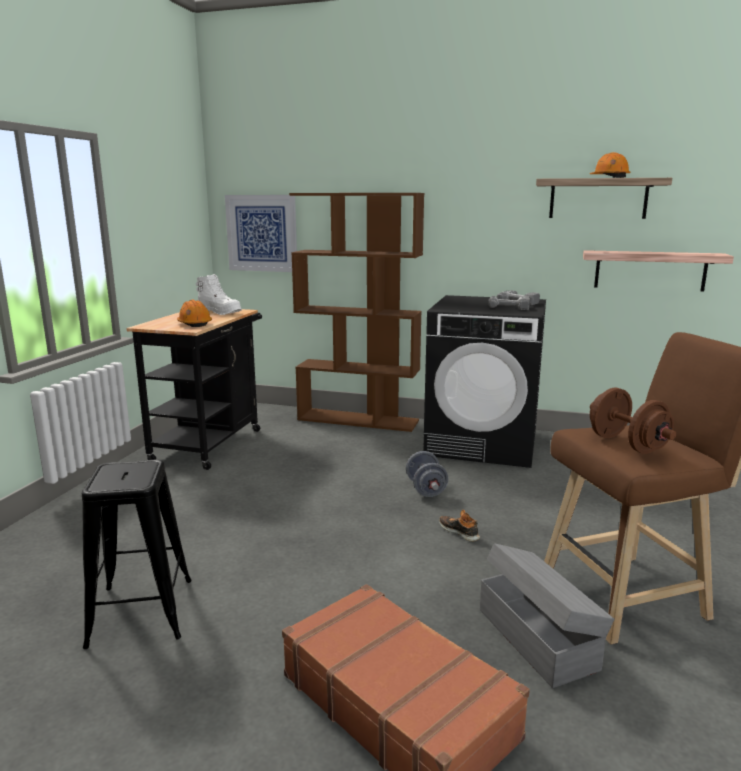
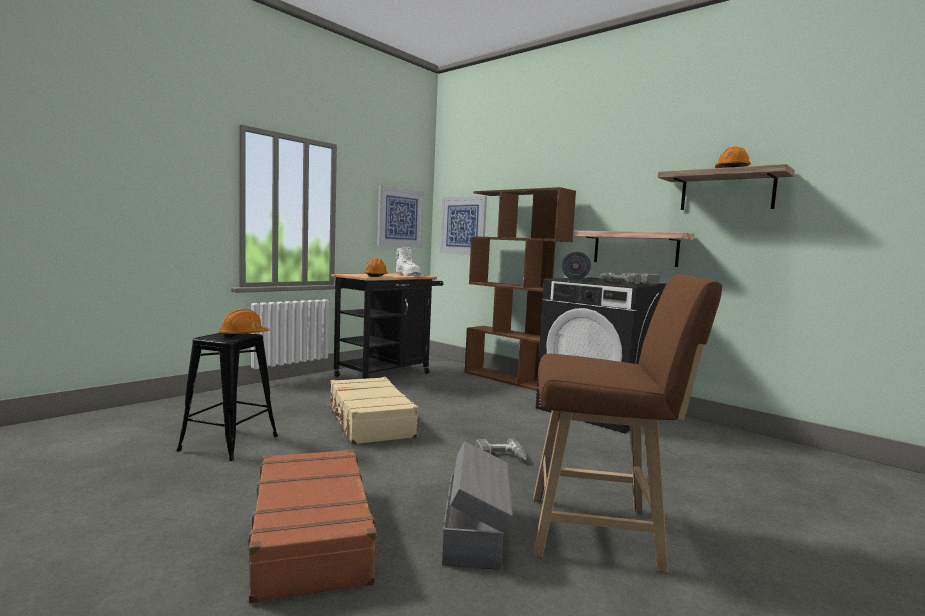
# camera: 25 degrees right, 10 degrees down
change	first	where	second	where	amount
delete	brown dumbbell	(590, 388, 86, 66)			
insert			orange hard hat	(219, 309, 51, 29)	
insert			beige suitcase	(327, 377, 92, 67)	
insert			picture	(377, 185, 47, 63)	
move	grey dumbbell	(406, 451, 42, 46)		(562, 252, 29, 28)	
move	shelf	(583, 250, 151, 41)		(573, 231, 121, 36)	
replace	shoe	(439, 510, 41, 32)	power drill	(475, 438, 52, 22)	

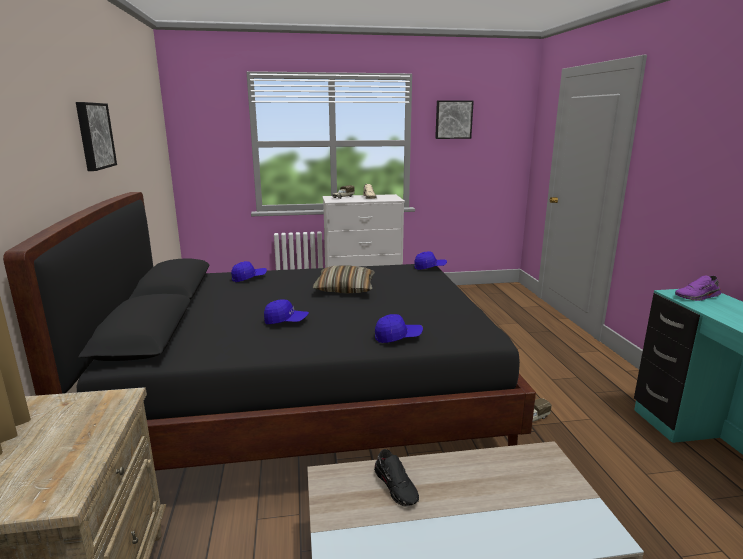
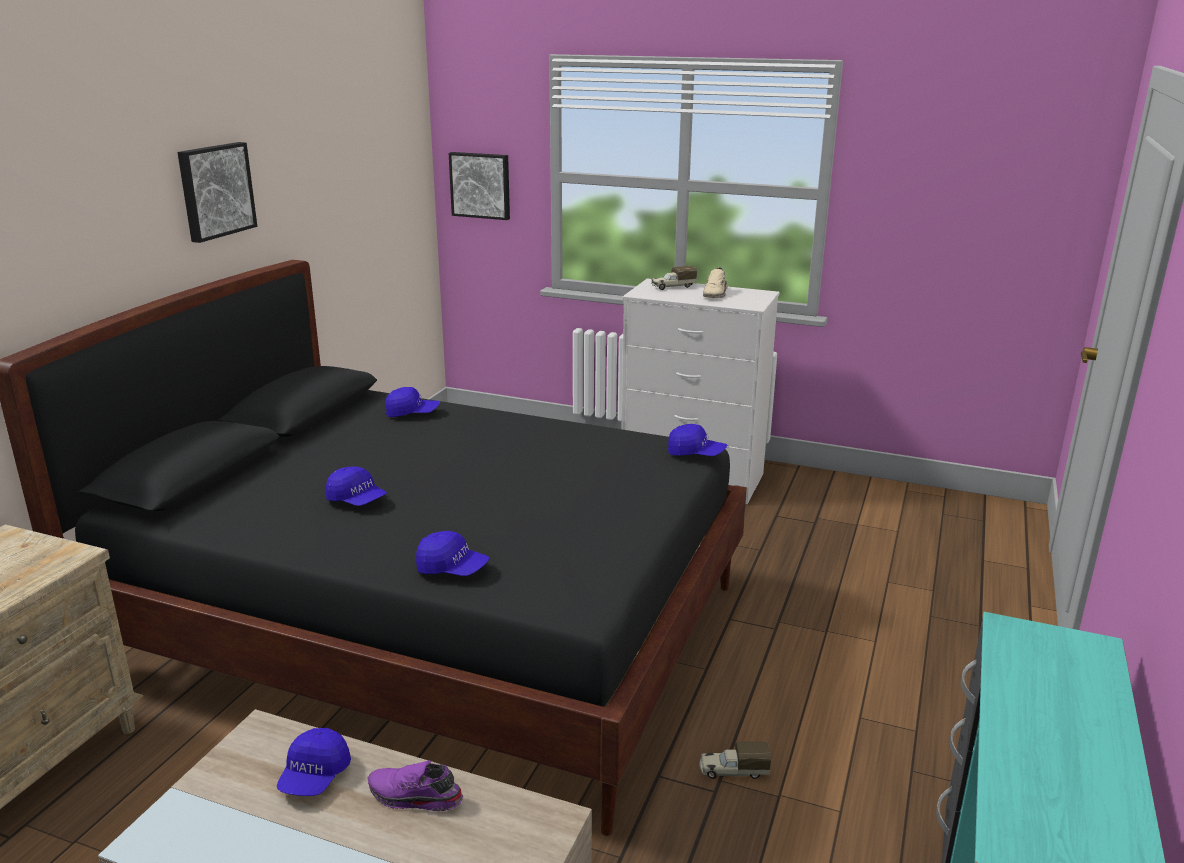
# camera: 30 degrees right, 5 degrees up
change	first	where	second	where	amount
delete	pillow	(313, 266, 62, 28)			
move	picture	(435, 100, 39, 39)		(449, 152, 61, 68)	
move	purple shoe	(675, 275, 46, 26)		(368, 760, 95, 51)	
replace	black shoe	(374, 449, 45, 57)	blue cap	(277, 728, 74, 68)	

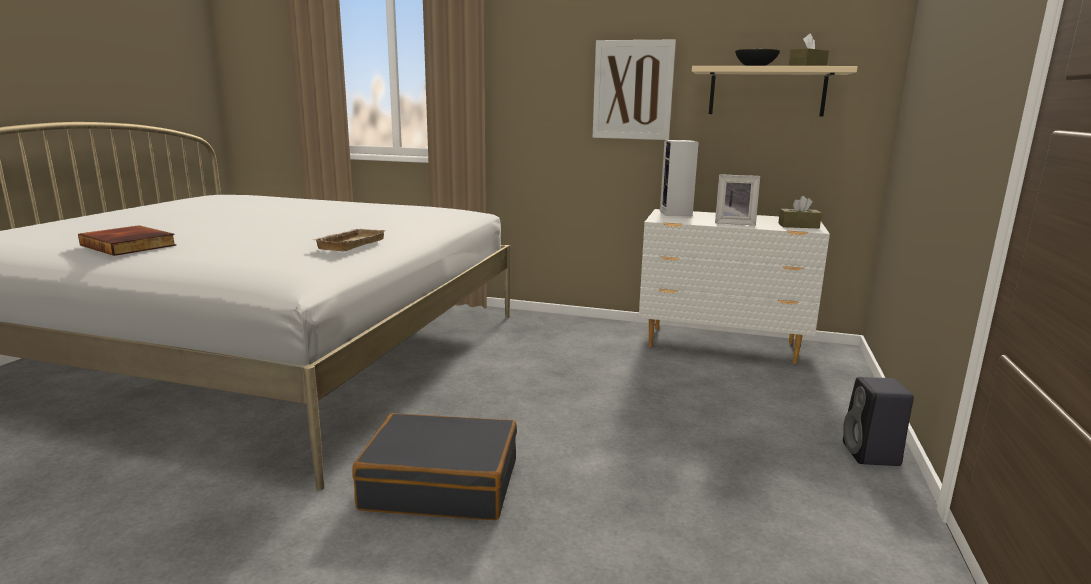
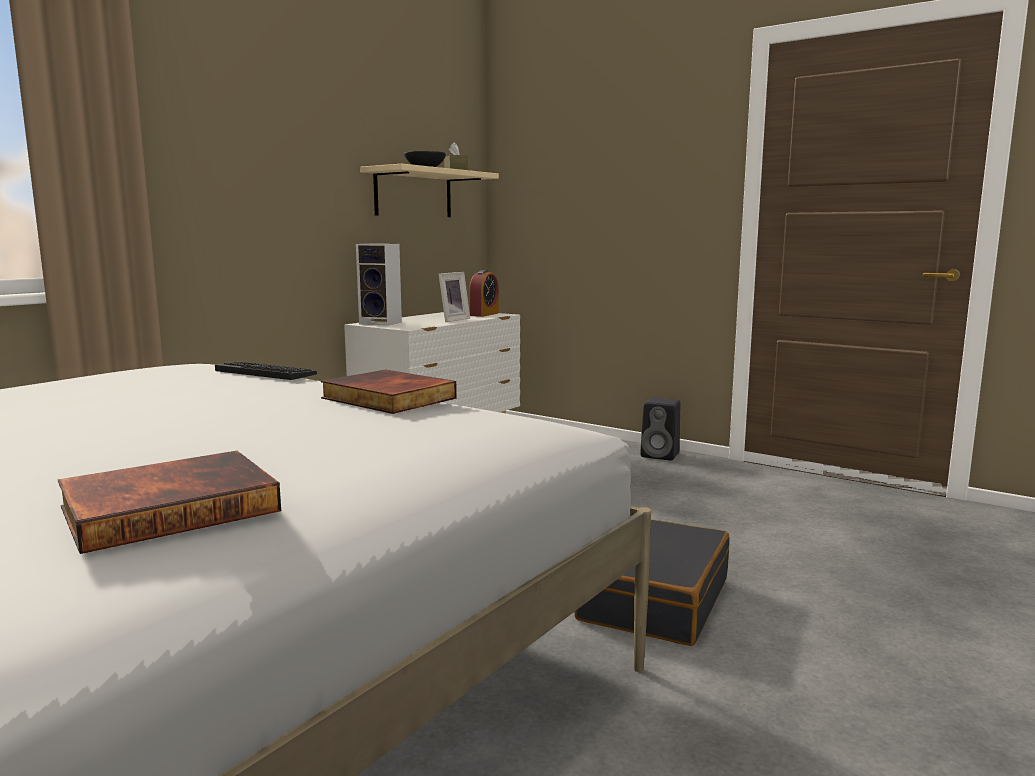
# camera: 70 degrees left, 5 degrees down
change	first	where	second	where	amount
delete	picture	(593, 40, 83, 100)			
insert			keyboard	(215, 362, 102, 18)	
replace	beige tray	(314, 229, 72, 22)	book	(321, 369, 136, 45)	
replace	brown tissue box	(778, 196, 44, 32)	alarm clock	(469, 270, 30, 47)	

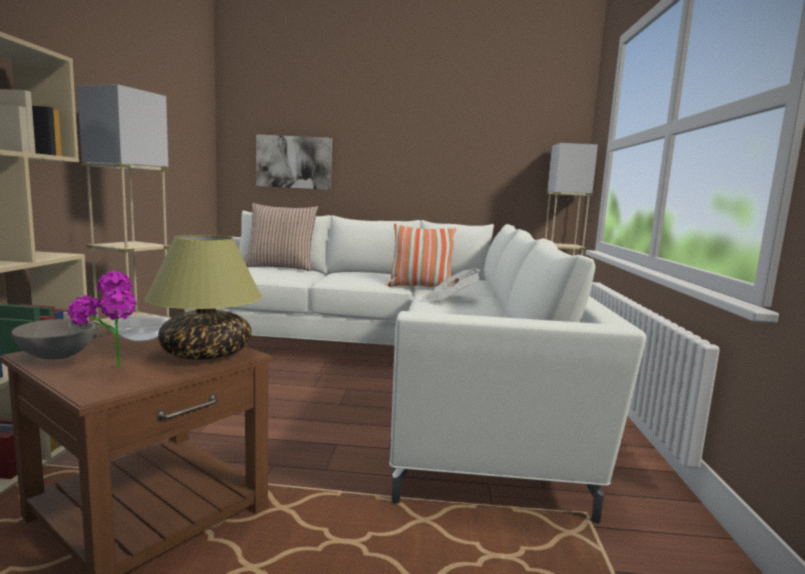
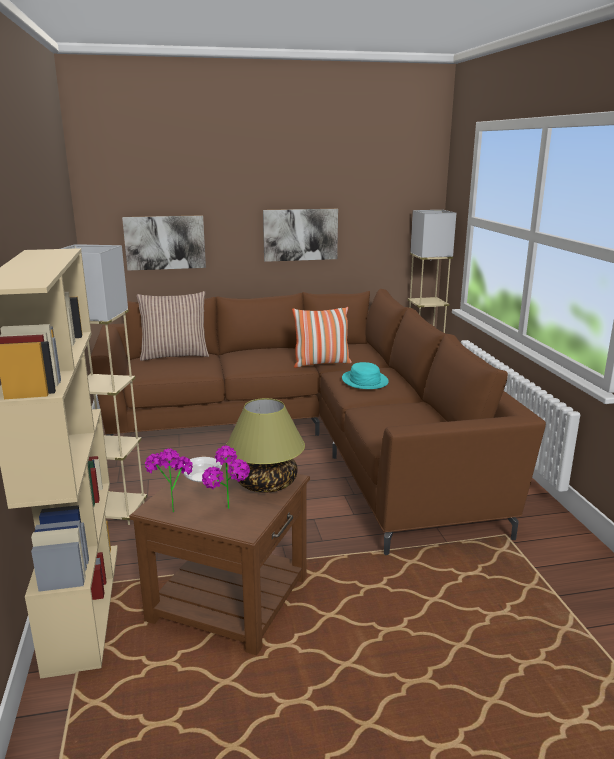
# camera: 15 degrees left, 10 degrees up
change	first	where	second	where	amount
insert			picture	(263, 209, 75, 53)	
replace	grey bowl	(12, 319, 84, 41)	potted plant	(145, 449, 48, 63)	
replace	newspaper	(422, 268, 59, 33)	turquoise hat	(342, 362, 47, 27)	
recolor	white sofa	(184, 211, 462, 313)	brown sofa	(91, 289, 455, 266)	

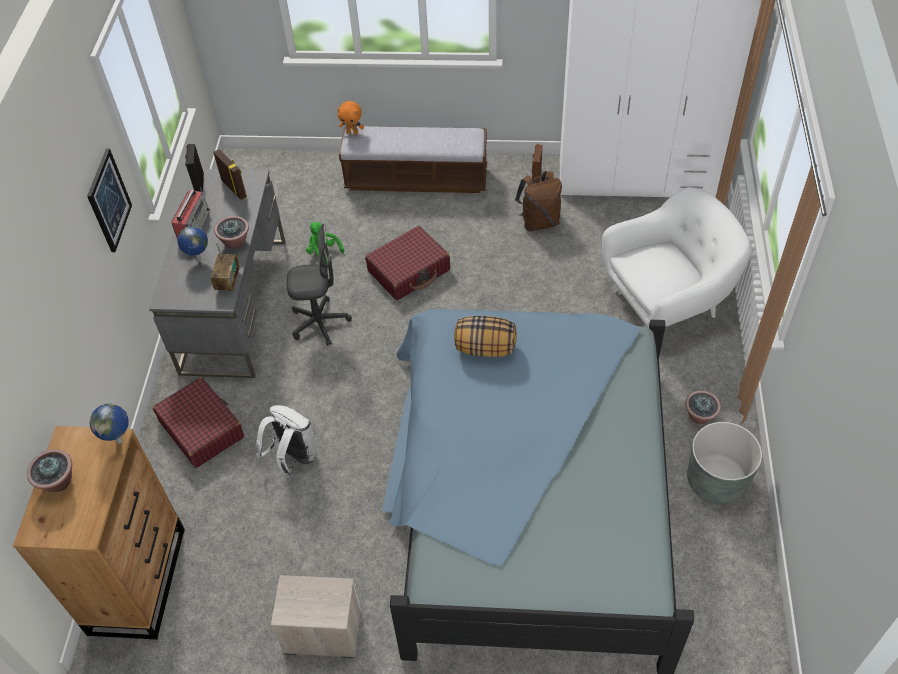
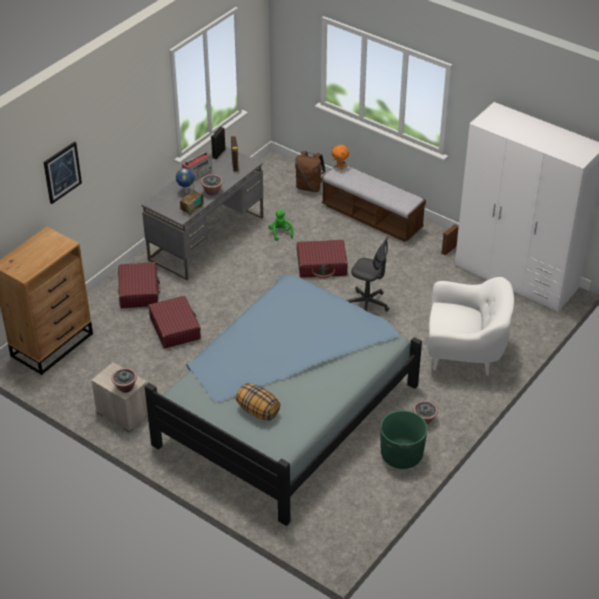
# camera: 30 degrees right, 10 degrees down
change	first	where	second	where	amount
delete	globe	(90, 404, 39, 40)			
move	potted plant	(27, 449, 45, 43)		(111, 368, 26, 25)	
move	picture	(87, 149, 45, 103)		(43, 141, 39, 63)	
move	grey office chair	(287, 223, 65, 123)		(347, 234, 43, 78)	
move	pillow	(454, 316, 63, 41)		(236, 383, 44, 38)	
move	brown backpack	(515, 171, 47, 61)		(295, 151, 30, 41)	
replace	white backpack	(256, 405, 61, 72)	red suitcase	(148, 296, 53, 52)	
recolor	grey planter	(687, 422, 75, 83)	green planter	(380, 410, 47, 59)	

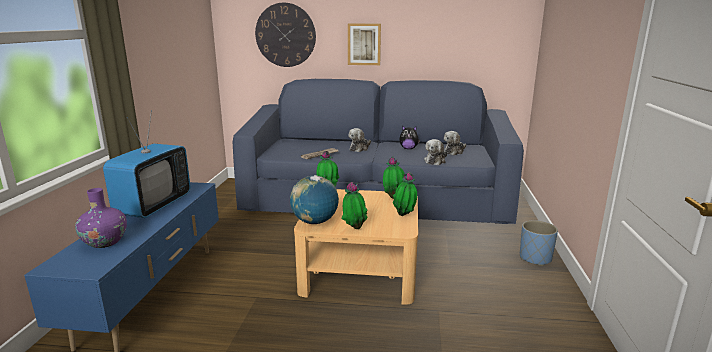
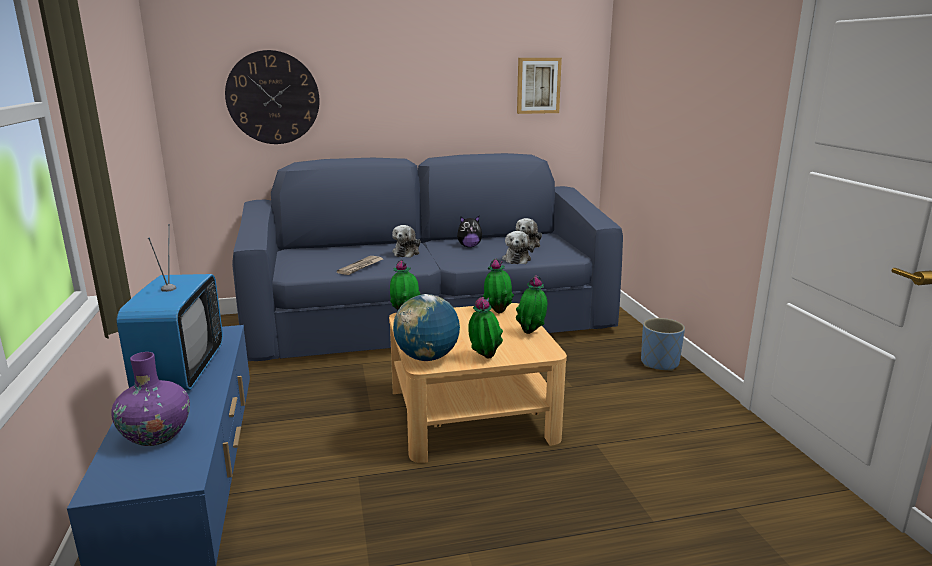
# camera: 20 degrees left, 0 degrees up
change	first	where	second	where	amount
move	picture	(348, 24, 33, 41)		(517, 58, 45, 56)	

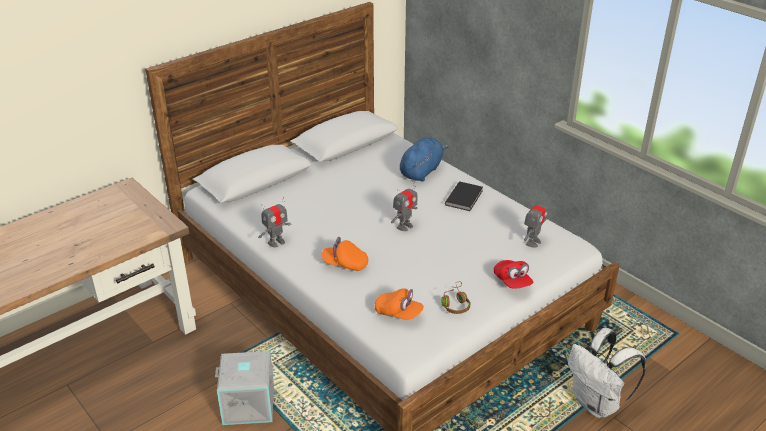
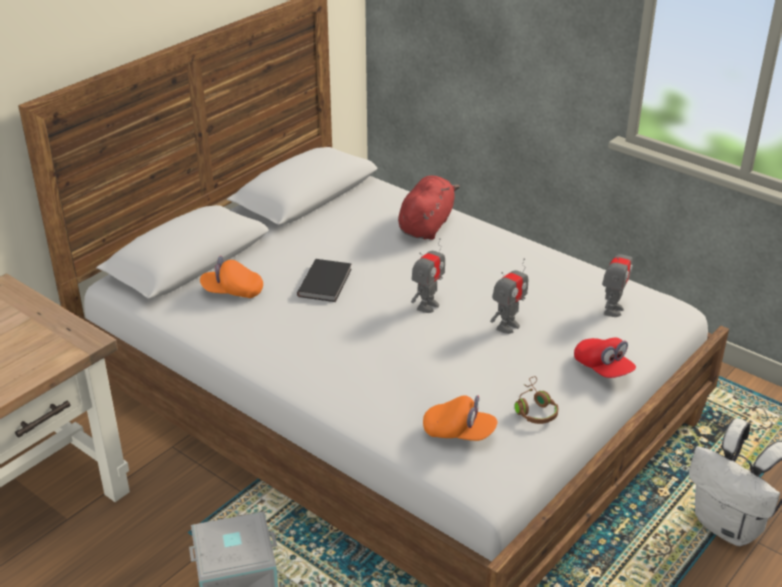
# camera: 10 degrees left, 0 degrees up
change	first	where	second	where	amount
move	toy robot	(258, 197, 33, 50)		(490, 258, 38, 76)	
move	orange cap	(322, 237, 46, 34)		(200, 256, 63, 42)	
move	black book	(445, 181, 38, 30)		(297, 259, 55, 43)	
recolor	blue plush toy	(400, 137, 49, 44)	red plush toy	(398, 175, 62, 65)	

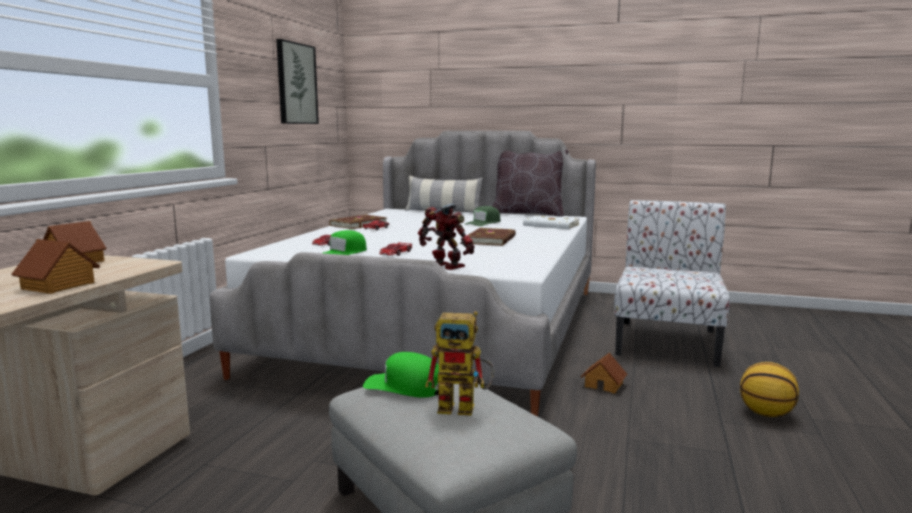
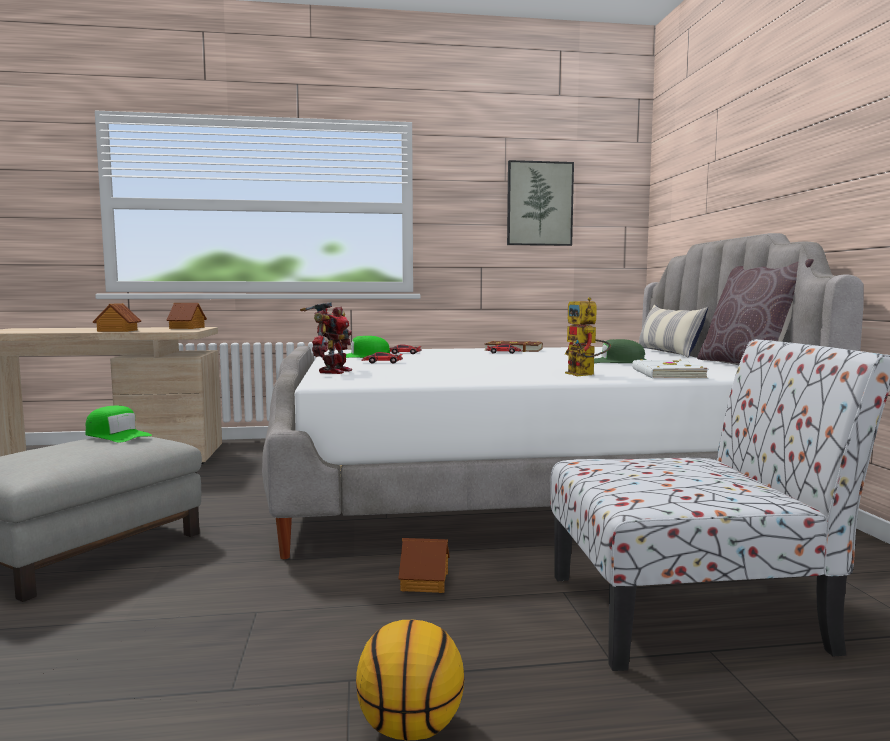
# camera: 65 degrees right, 5 degrees down
change	first	where	second	where	amount
delete	brown book	(467, 228, 49, 18)			
move	toy robot	(425, 311, 69, 105)		(565, 297, 46, 79)	
rotate	green cap	(363, 352, 76, 45)		(85, 405, 67, 38)	120 degrees clockwise

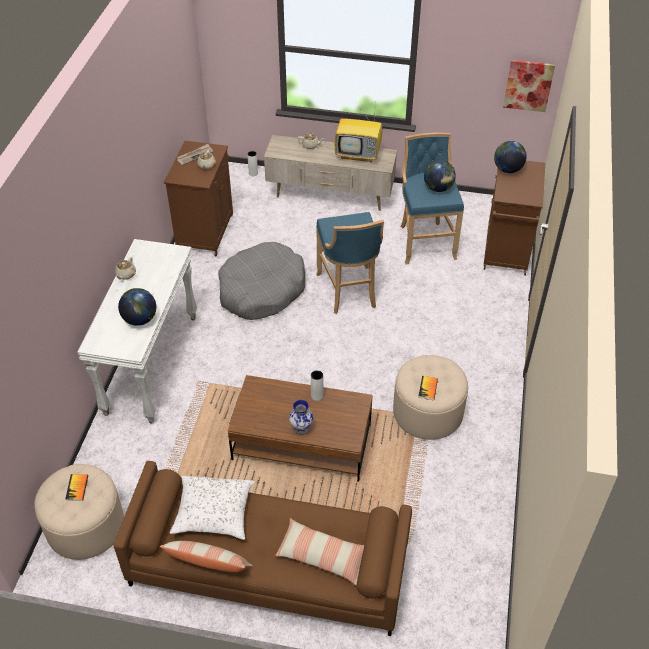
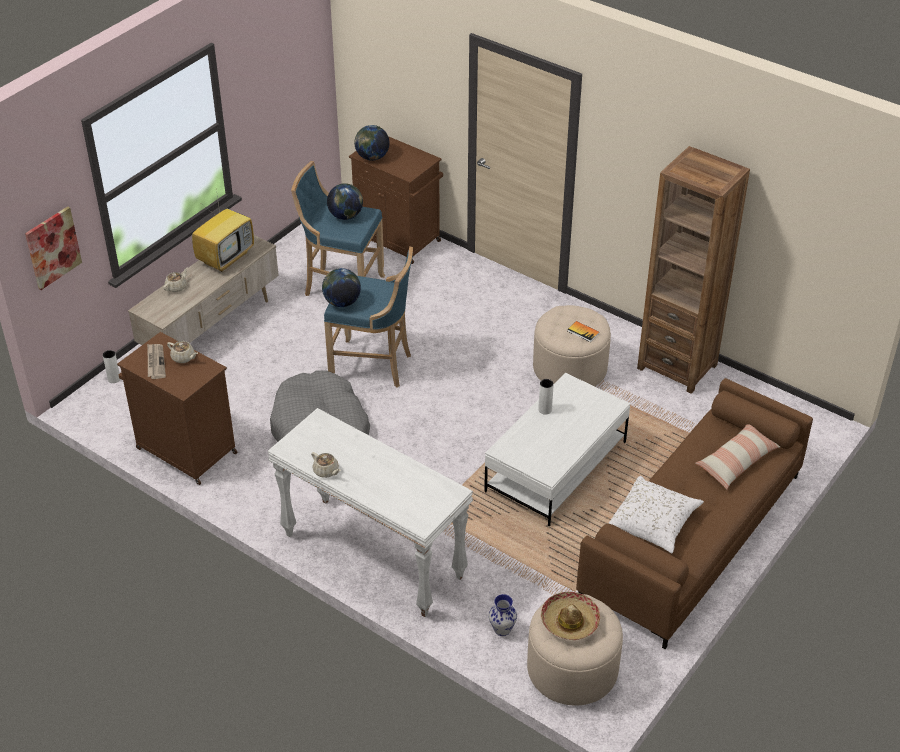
# camera: 65 degrees left, 5 degrees down
change	first	where	second	where	amount
delete	pillow	(160, 541, 93, 31)			
insert			brown bookcase	(637, 146, 113, 248)	
move	globe	(118, 288, 38, 38)		(322, 268, 39, 39)	
move	vase	(289, 400, 24, 35)		(489, 594, 28, 42)	
move	picture	(503, 60, 52, 52)		(25, 206, 57, 84)	
replace	book	(65, 474, 23, 27)	hat	(541, 592, 59, 48)	
recolor	brown coffee table	(228, 375, 145, 107)	white coffee table	(484, 373, 146, 153)	

